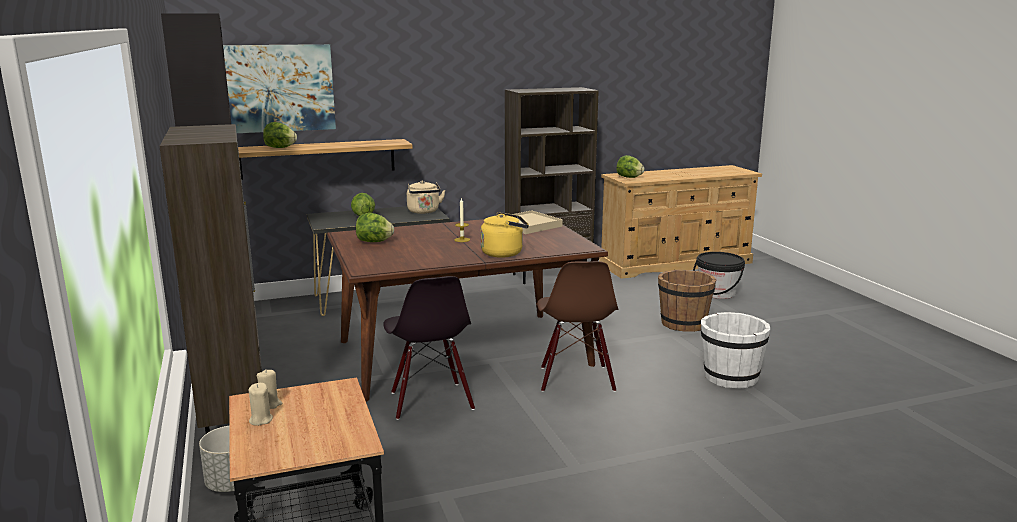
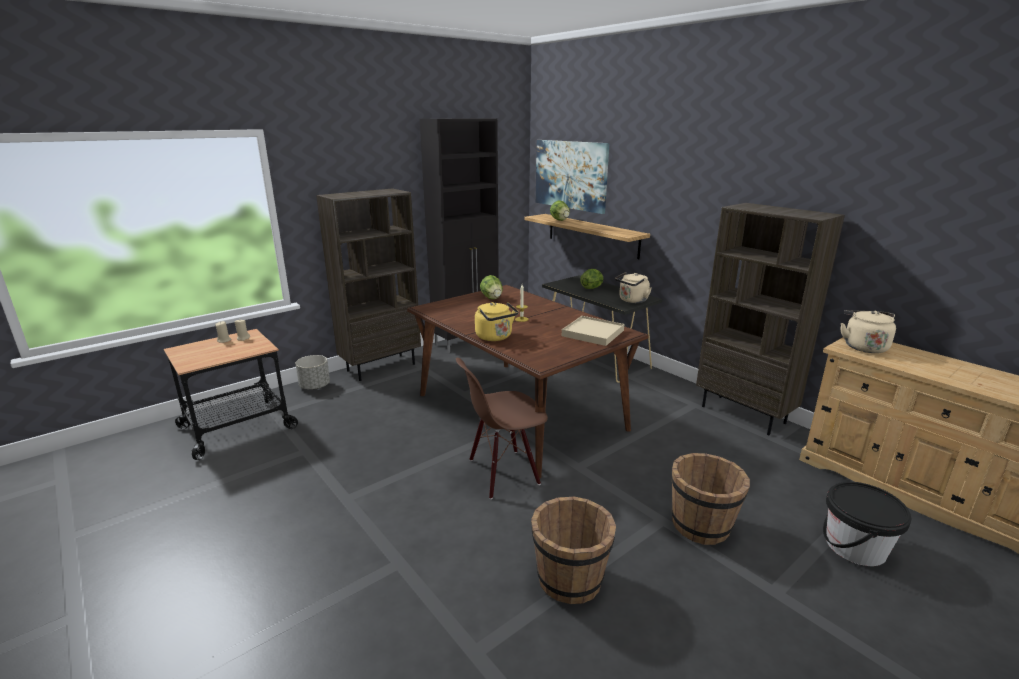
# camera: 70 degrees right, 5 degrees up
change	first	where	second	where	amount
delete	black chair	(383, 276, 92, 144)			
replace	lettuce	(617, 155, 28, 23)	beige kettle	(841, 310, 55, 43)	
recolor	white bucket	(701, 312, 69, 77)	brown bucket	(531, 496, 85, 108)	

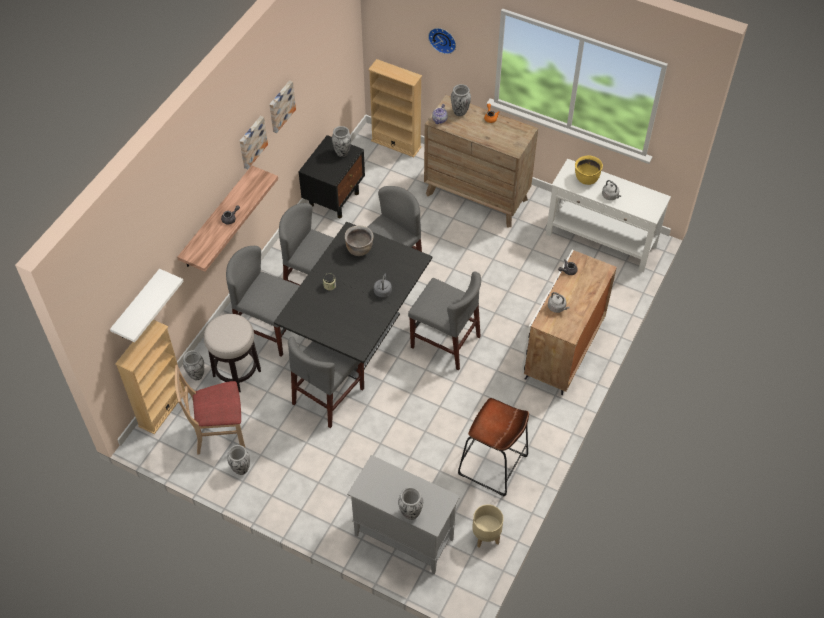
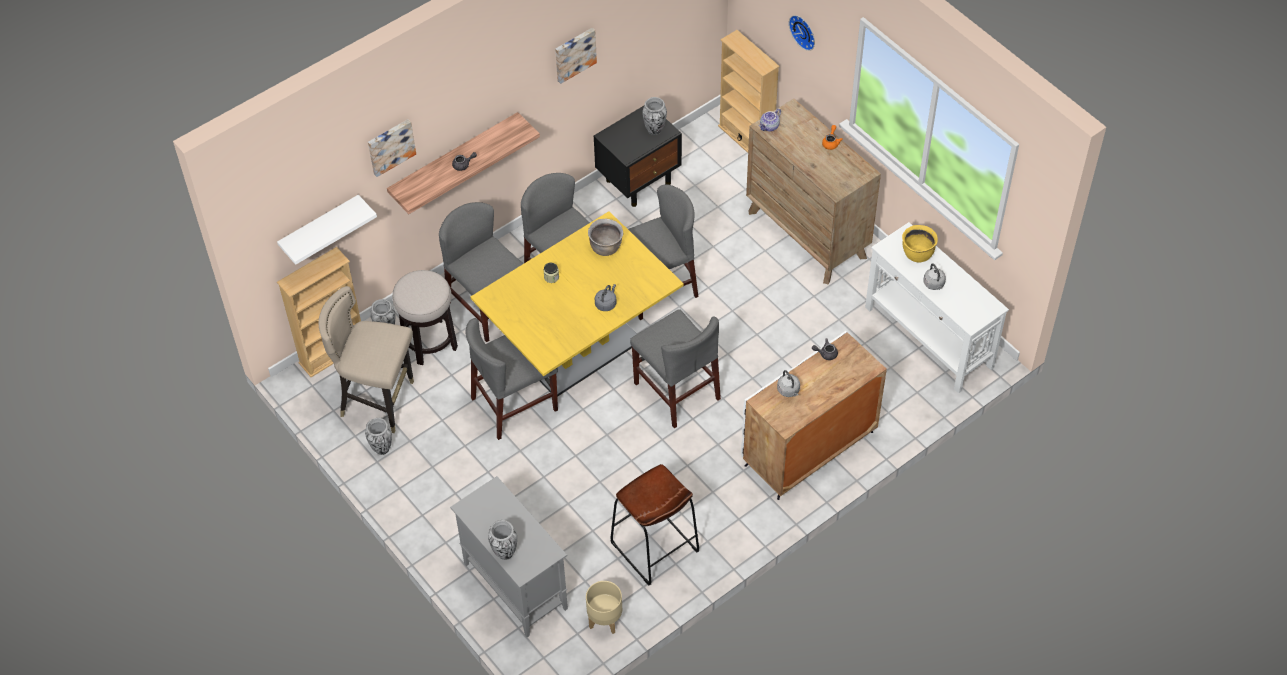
# camera: 25 degrees right, 0 degrees up
change	first	where	second	where	amount
delete	vase	(451, 84, 20, 32)			
move	picture	(240, 116, 28, 54)		(368, 119, 48, 58)	
replace	beige chair	(175, 365, 70, 90)	beige stool	(319, 286, 95, 147)	
recolor	black dining table	(274, 221, 158, 158)	yellow dining table	(471, 211, 213, 186)	

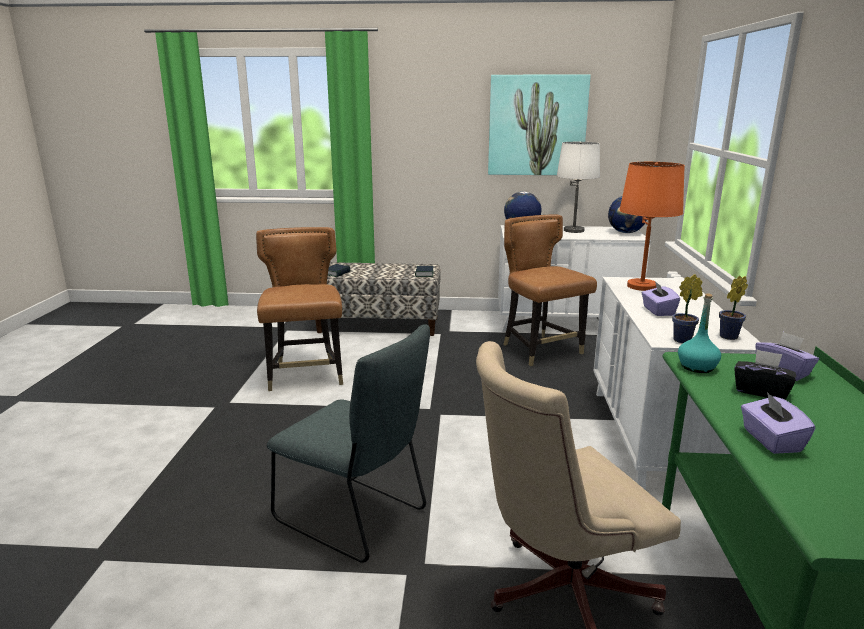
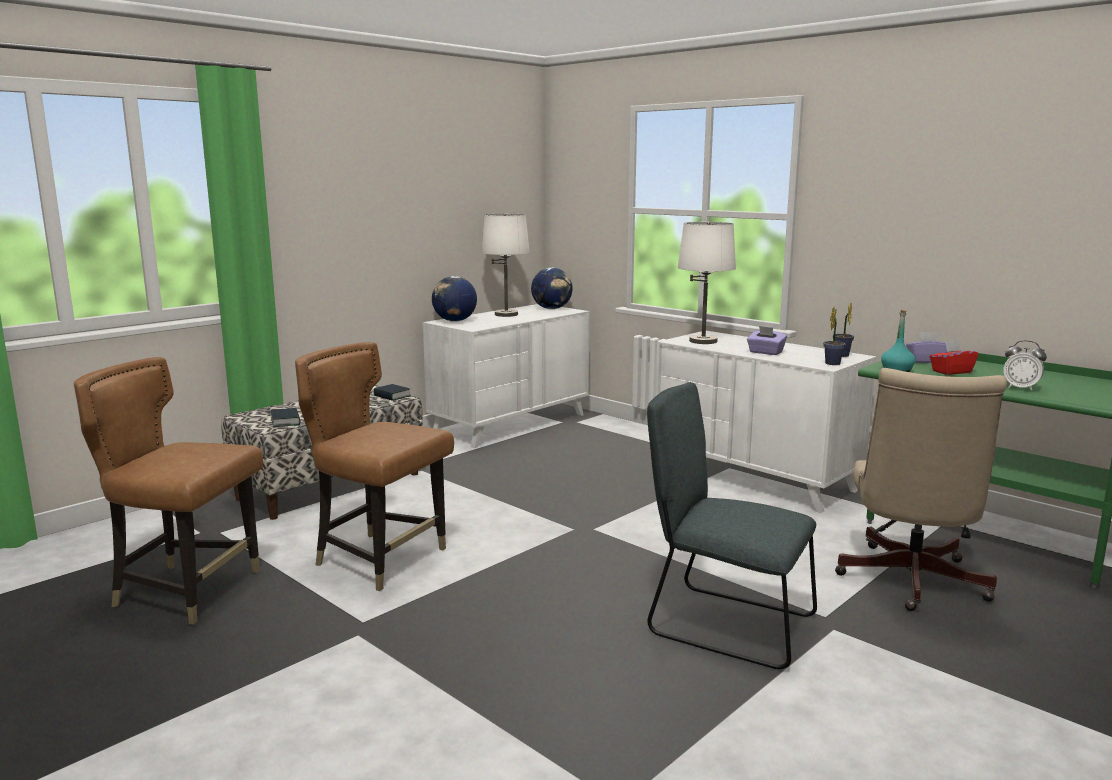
# camera: 50 degrees left, 5 degrees down
change	first	where	second	where	amount
delete	picture	(488, 74, 103, 101)			
move	brown chair	(503, 214, 94, 152)		(74, 357, 189, 268)	
replace	purple tissue box	(741, 392, 74, 62)	alarm clock	(1003, 340, 44, 51)	
recolor	orange table lamp	(620, 162, 65, 129)	white table lamp	(678, 222, 58, 122)	
recolor	black tissue box	(734, 349, 62, 51)	red tissue box	(930, 341, 48, 34)	
rotate	grey chair	(267, 324, 163, 239)		(647, 382, 170, 287)	135 degrees counterclockwise

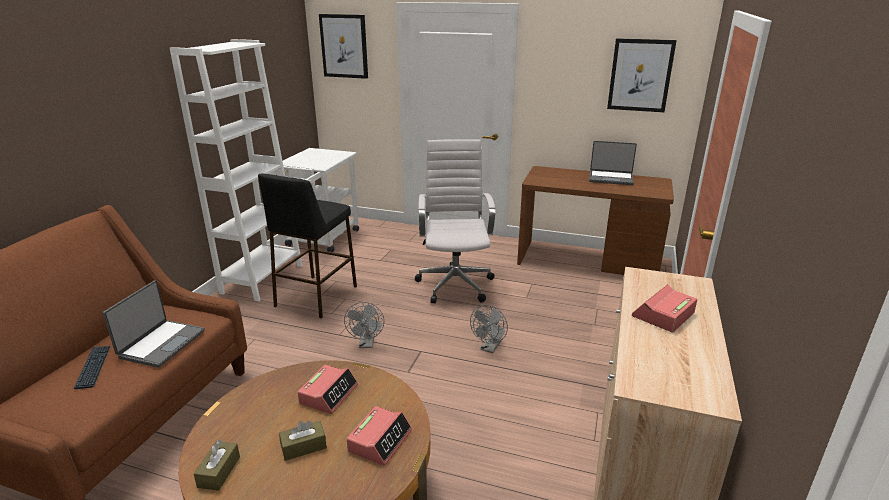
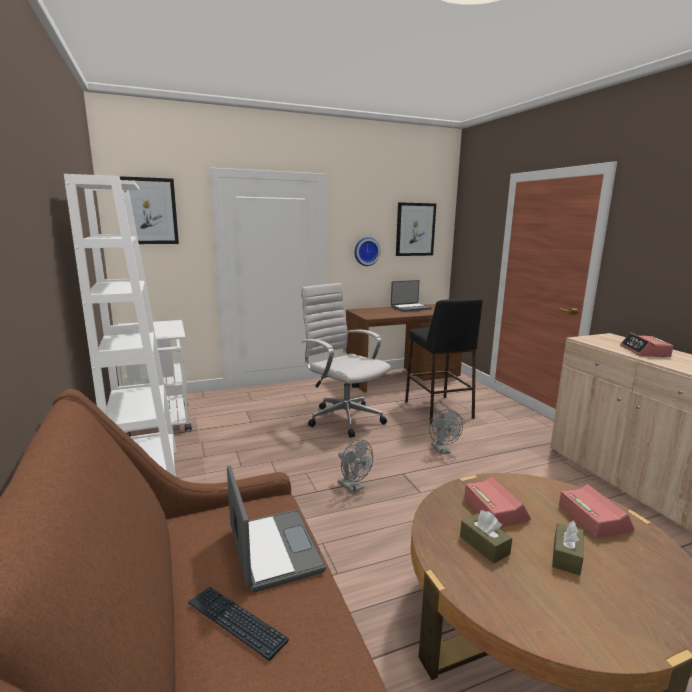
# camera: 40 degrees left, 10 degrees down
change	first	where	second	where	amount
insert			wall clock	(354, 237, 26, 29)	
move	brown tissue box	(194, 440, 46, 51)		(460, 510, 52, 53)	
move	black stool	(258, 174, 99, 144)		(405, 298, 78, 126)	

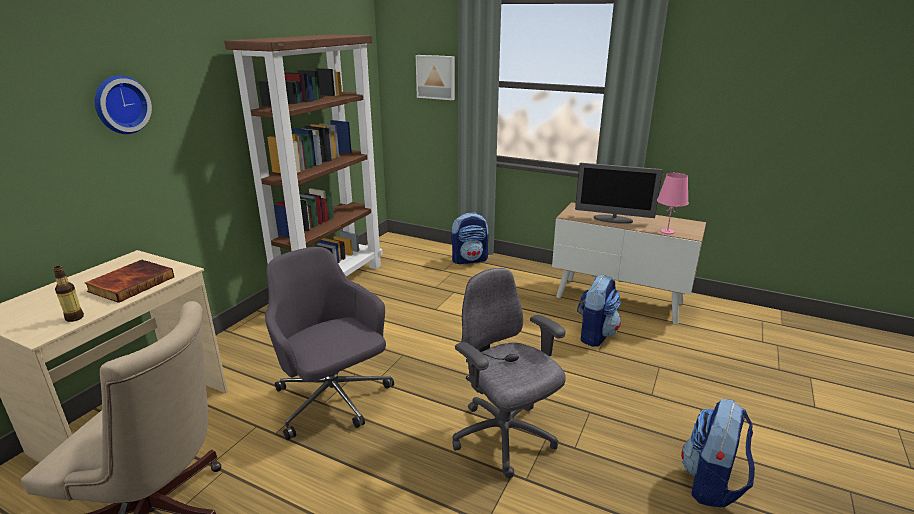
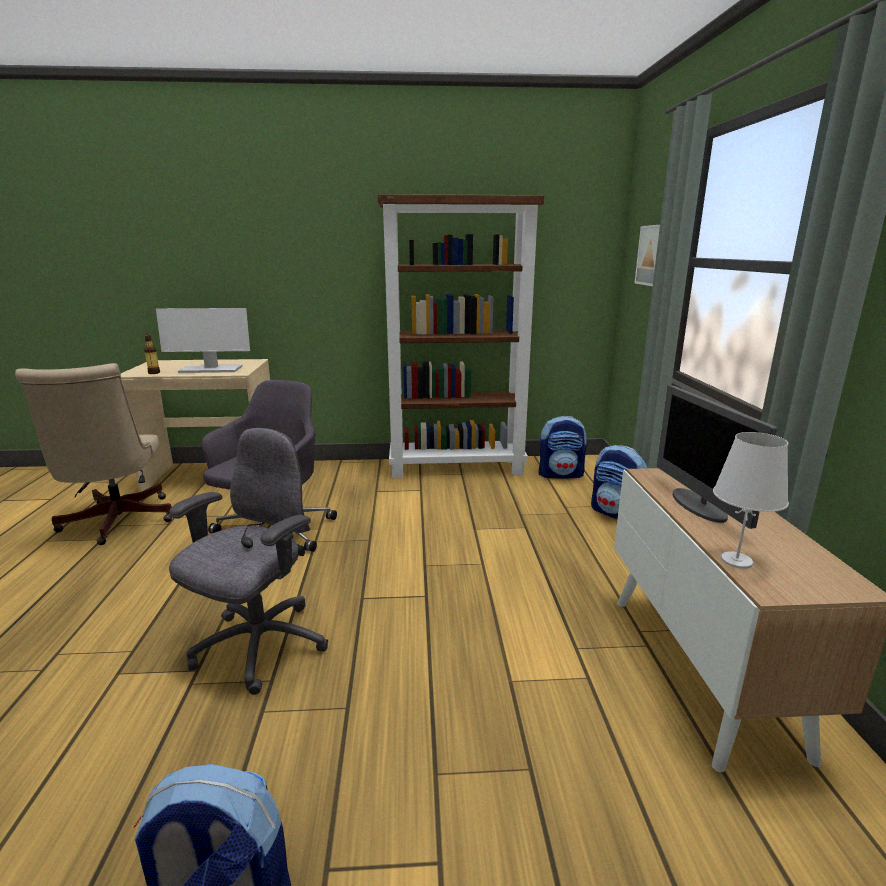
# camera: 60 degrees right, 5 degrees down
change	first	where	second	where	amount
delete	wall clock	(95, 75, 57, 59)			
move	backpack	(577, 275, 44, 72)		(539, 416, 48, 63)	
replace	book	(85, 260, 89, 43)	monitor	(156, 308, 94, 65)	
recolor	pink table lamp	(657, 173, 32, 62)	white table lamp	(713, 432, 76, 137)	

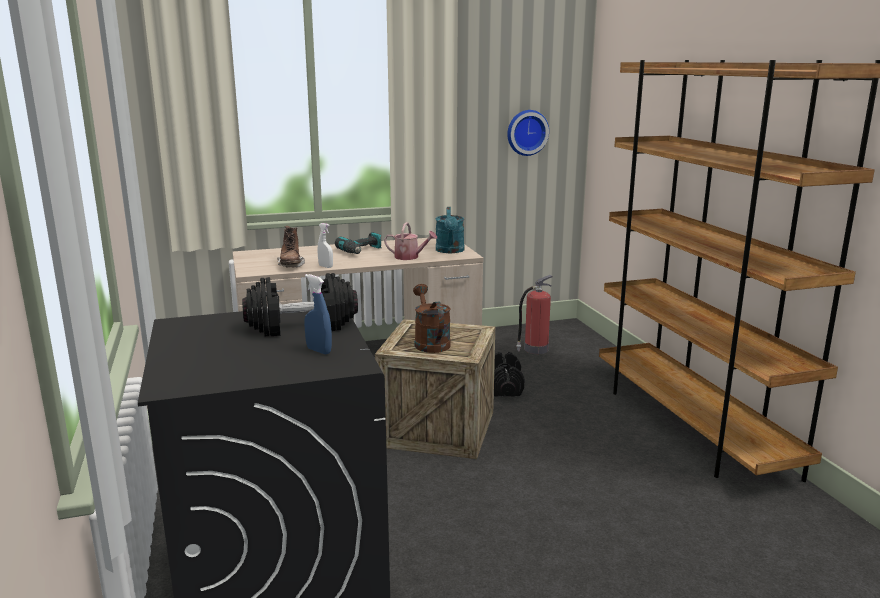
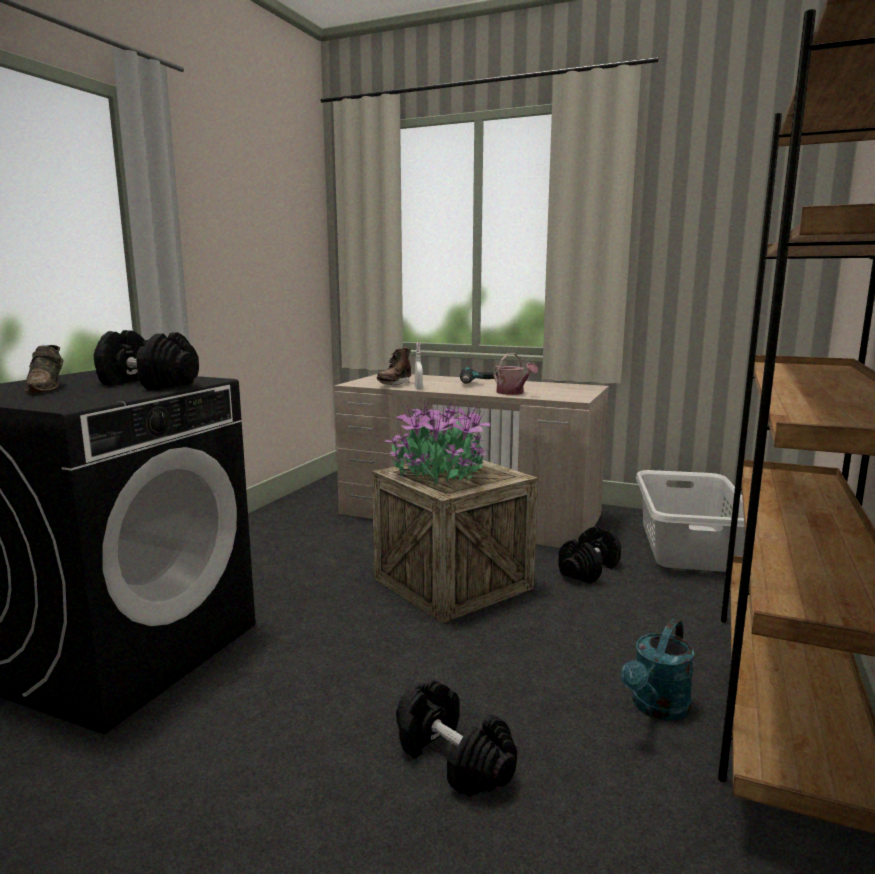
# camera: 40 degrees right, 5 degrees down
change	first	where	second	where	amount
delete	blue spray bottle	(304, 274, 28, 80)			
delete	wall clock	(507, 110, 42, 46)			
insert			brown shoe	(24, 345, 40, 48)	
insert			black dumbbell	(396, 680, 121, 117)	
move	turquoise watering can	(436, 207, 28, 46)		(621, 619, 73, 102)	
replace	brown watering can	(413, 284, 38, 69)	potted plant	(384, 400, 106, 85)	
replace	fire extinguisher	(516, 275, 37, 79)	grey laundry basket	(636, 470, 109, 102)	

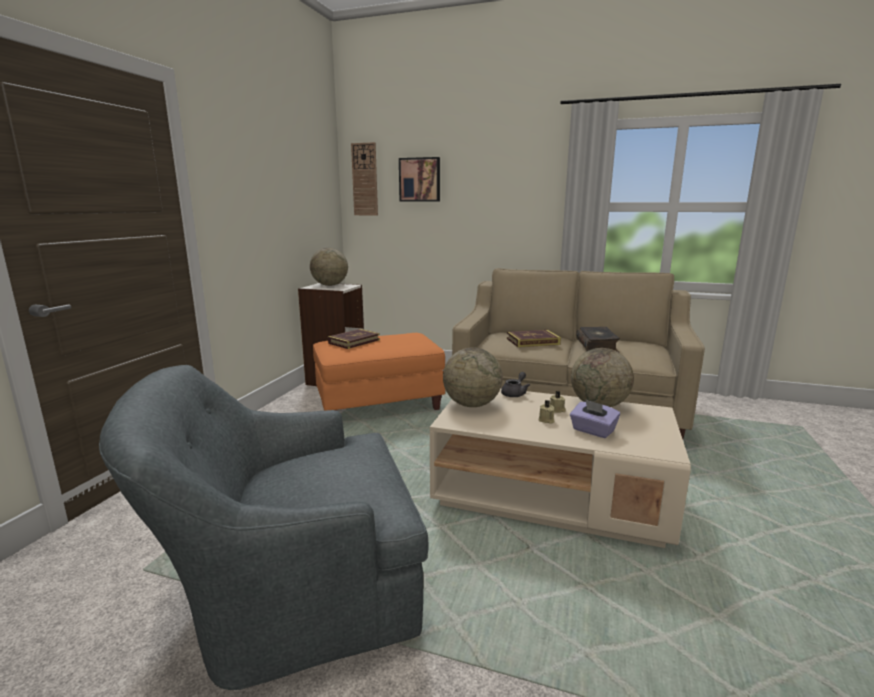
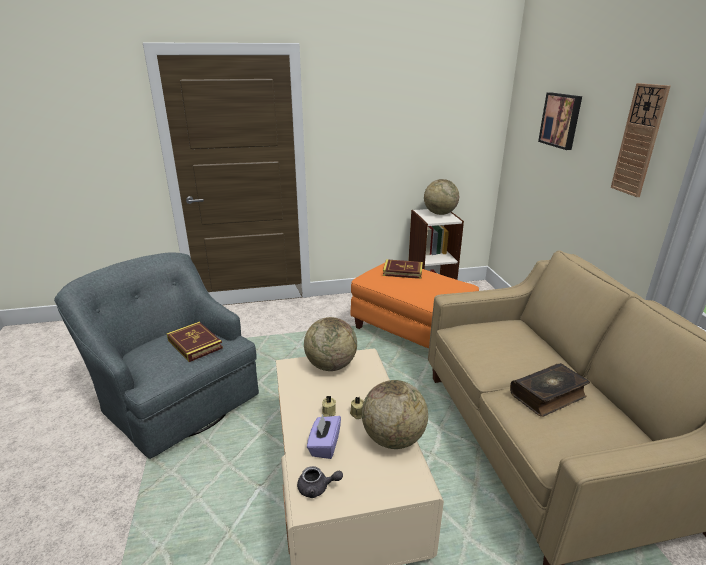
# camera: 60 degrees right, 10 degrees up
change	first	where	second	where	amount
move	wall clock	(351, 142, 27, 74)		(611, 83, 60, 114)	
move	grey teapot	(501, 372, 29, 25)		(297, 466, 46, 32)	
move	book	(507, 330, 54, 17)		(167, 322, 56, 40)	

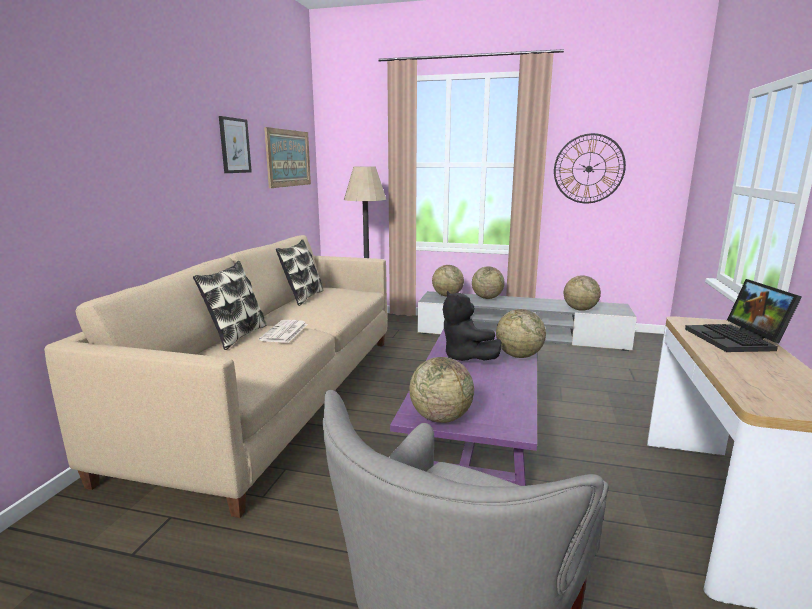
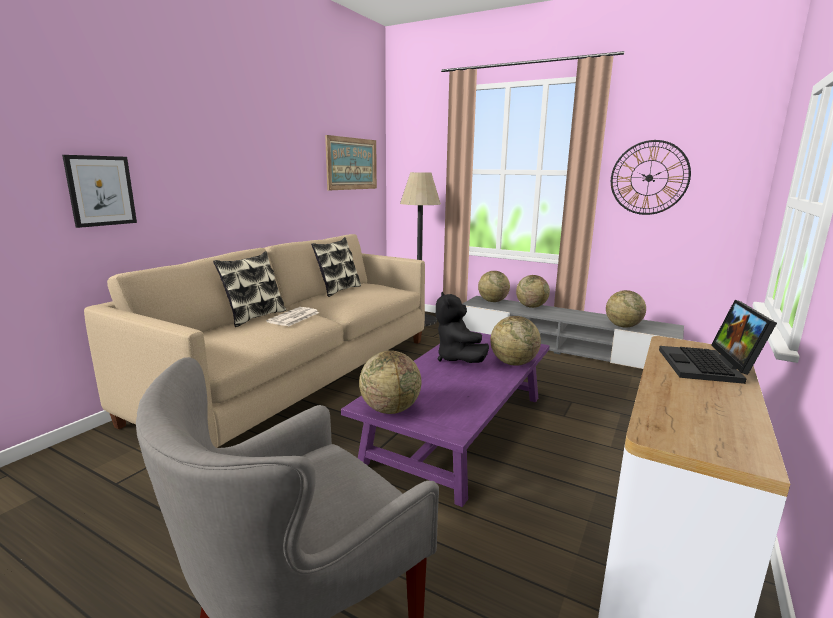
# camera: 15 degrees right, 0 degrees up
change	first	where	second	where	amount
move	picture	(219, 116, 33, 57)		(62, 155, 75, 73)	

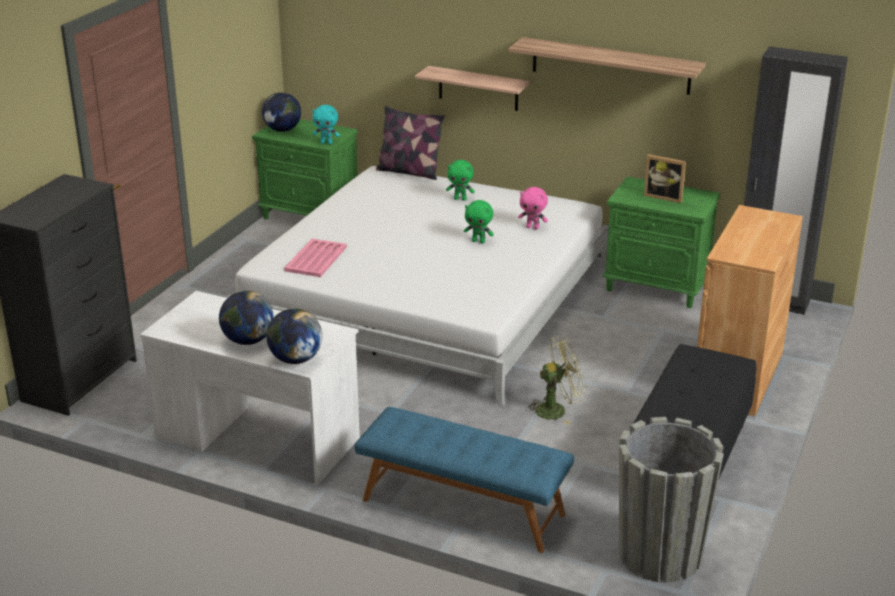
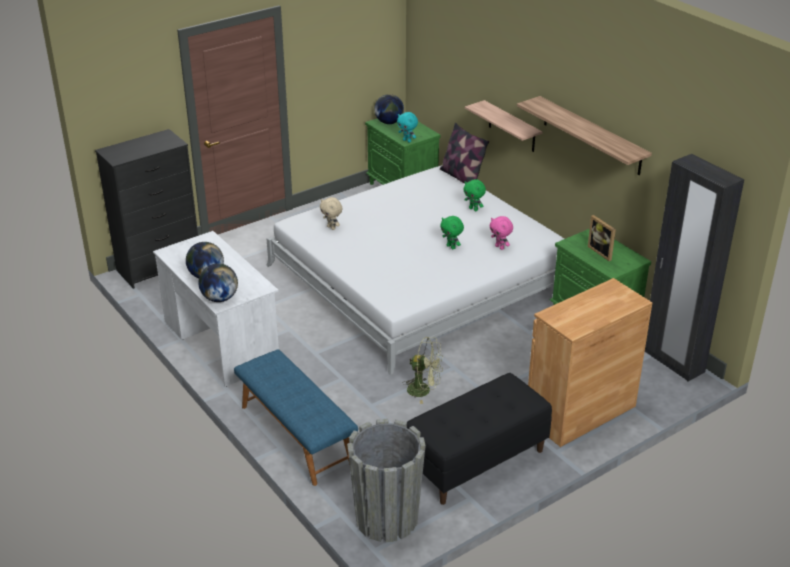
# camera: 30 degrees right, 5 degrees up
change	first	where	second	where	amount
replace	pink tray	(284, 239, 63, 38)	beige plush toy	(320, 197, 22, 33)	

